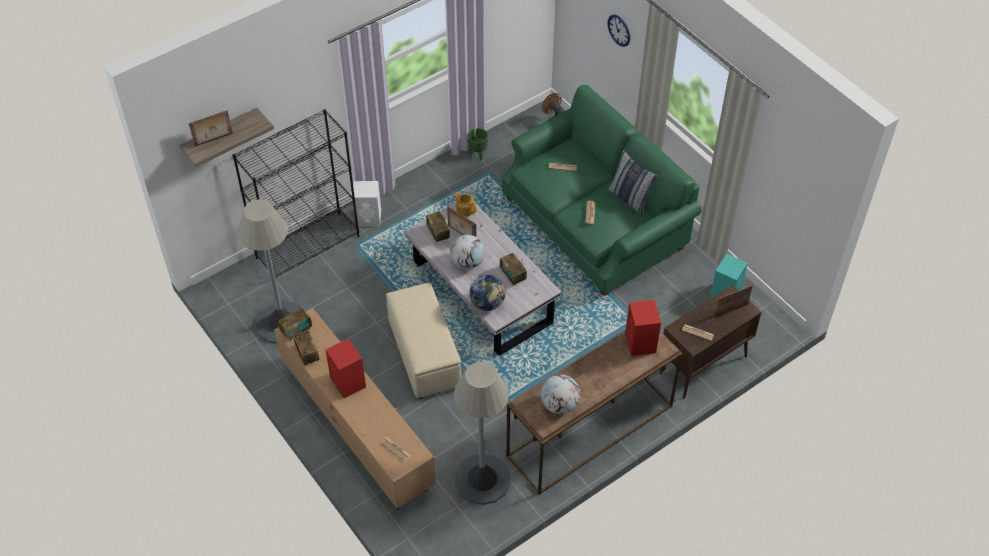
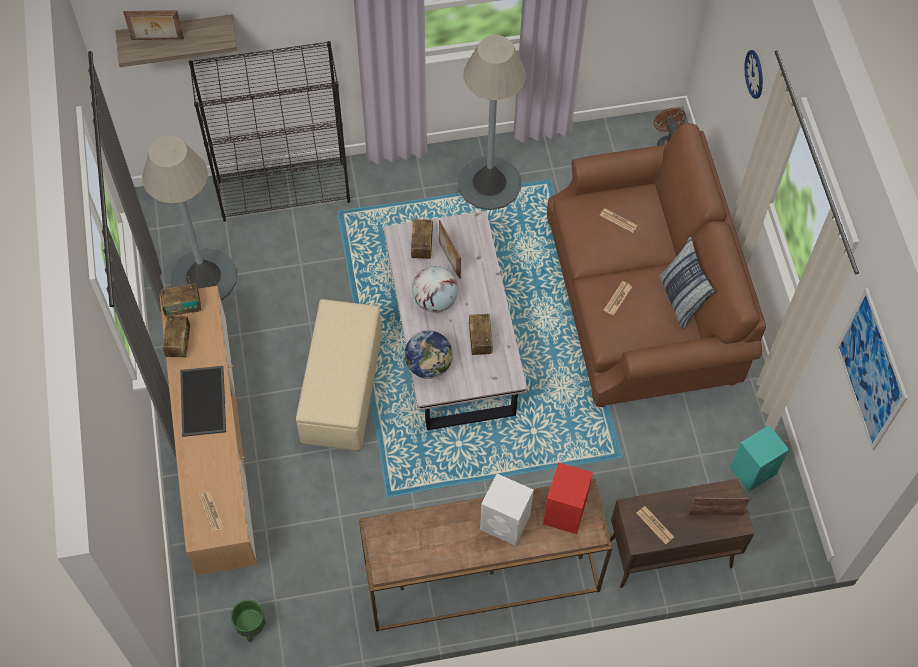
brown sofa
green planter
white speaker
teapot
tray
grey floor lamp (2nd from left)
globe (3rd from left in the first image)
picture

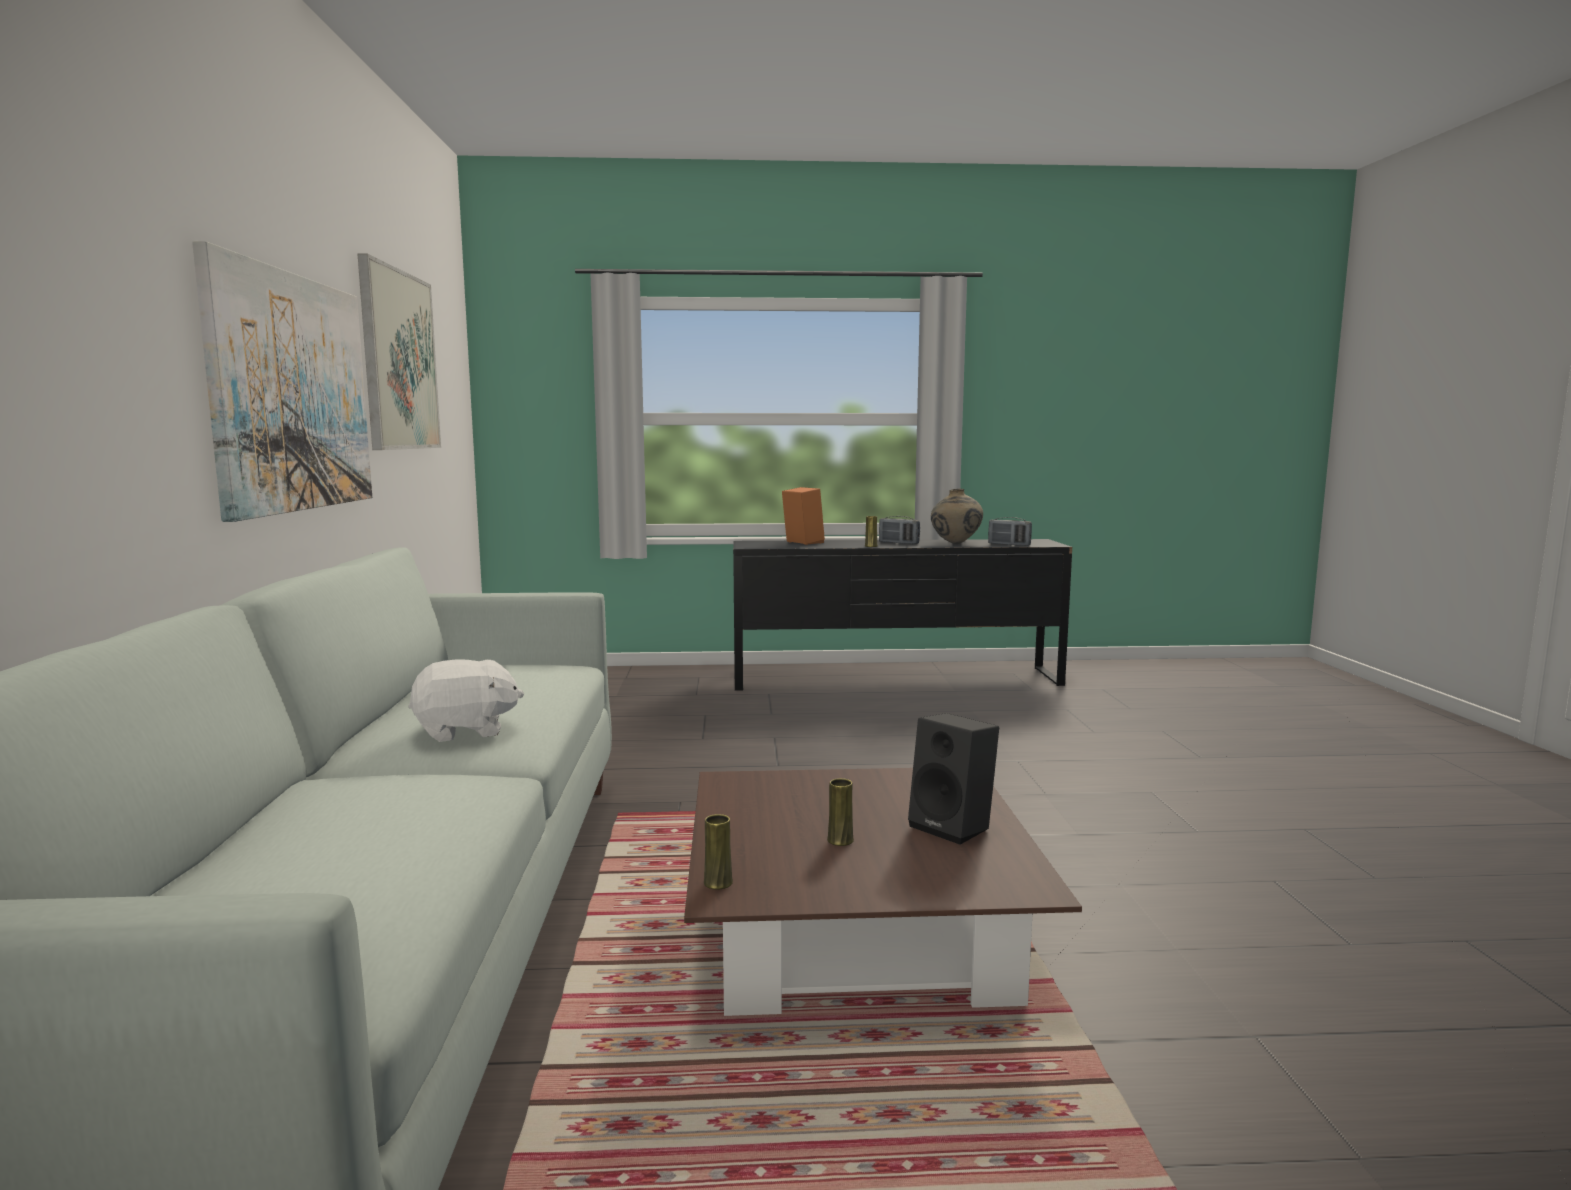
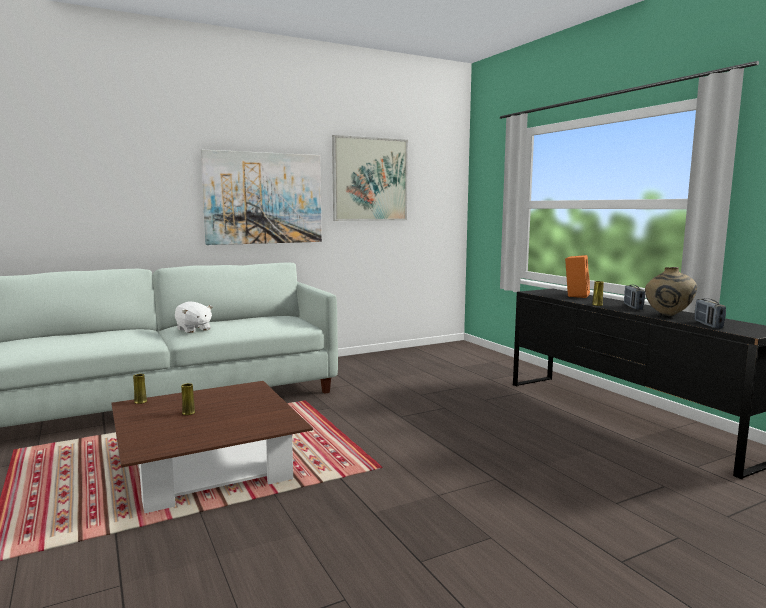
black speaker

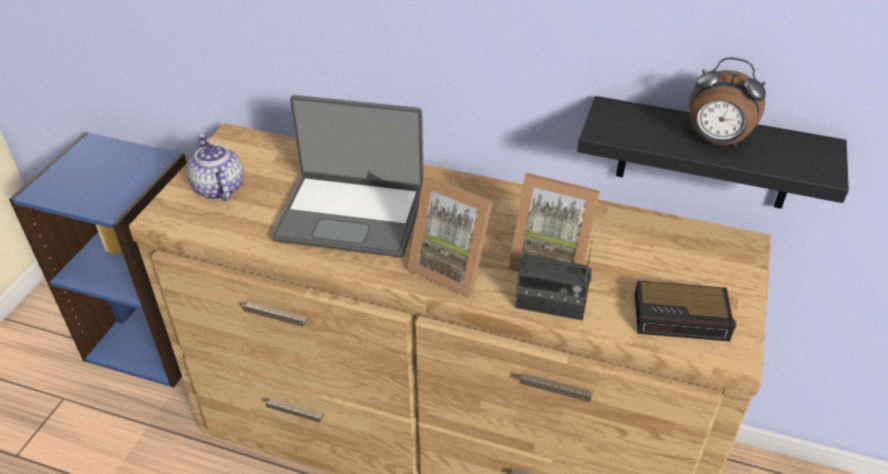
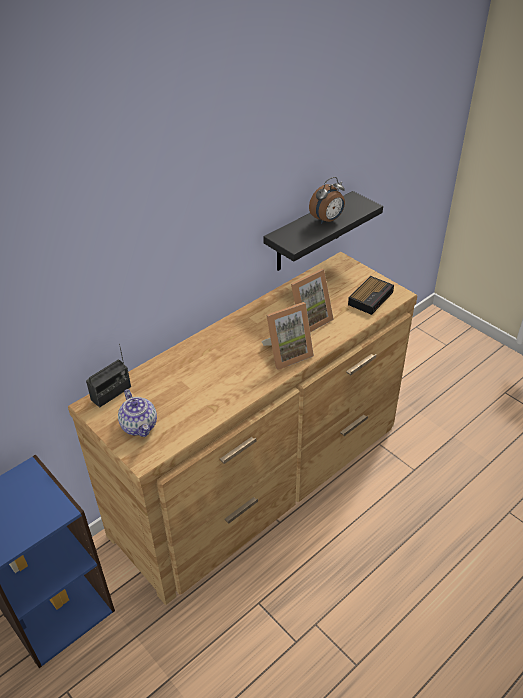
laptop
teapot
radio

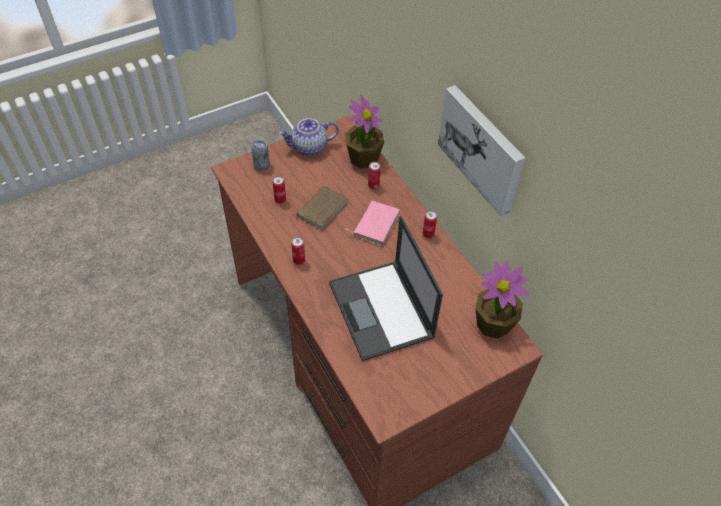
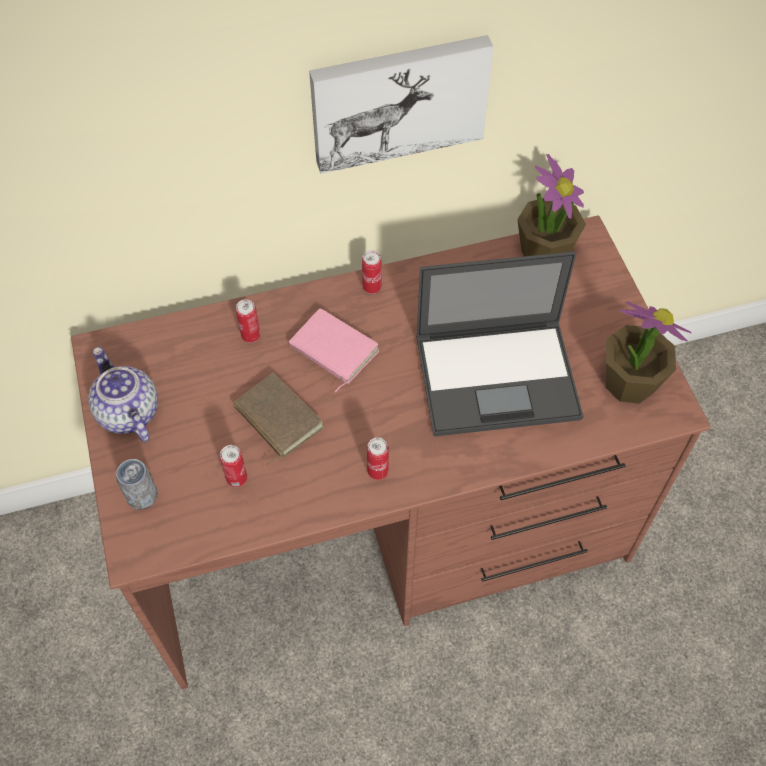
potted plant (2nd from left)
teapot

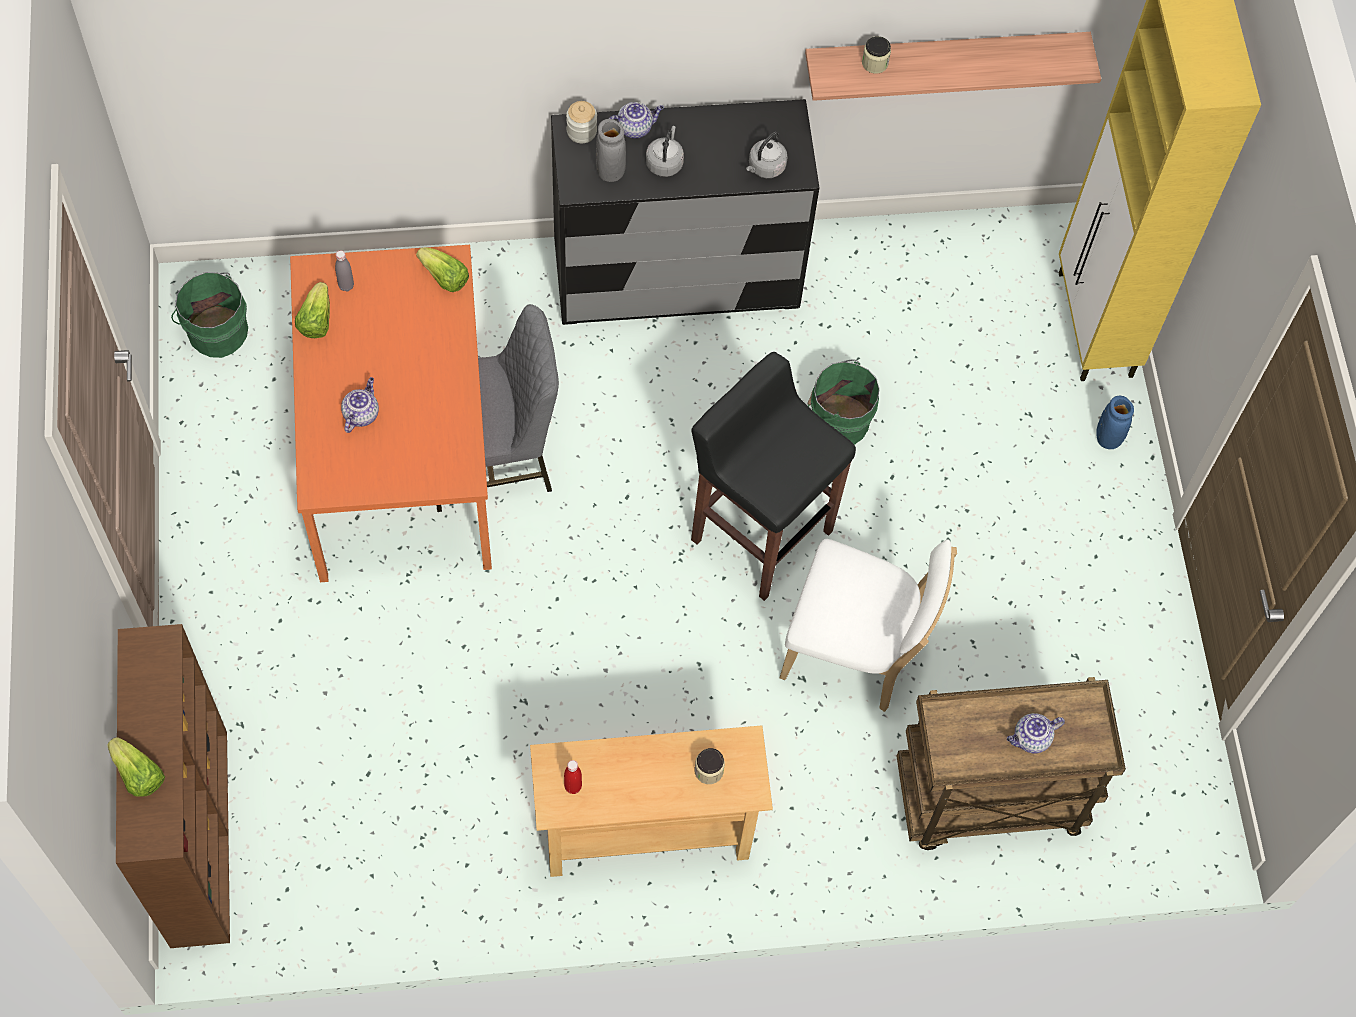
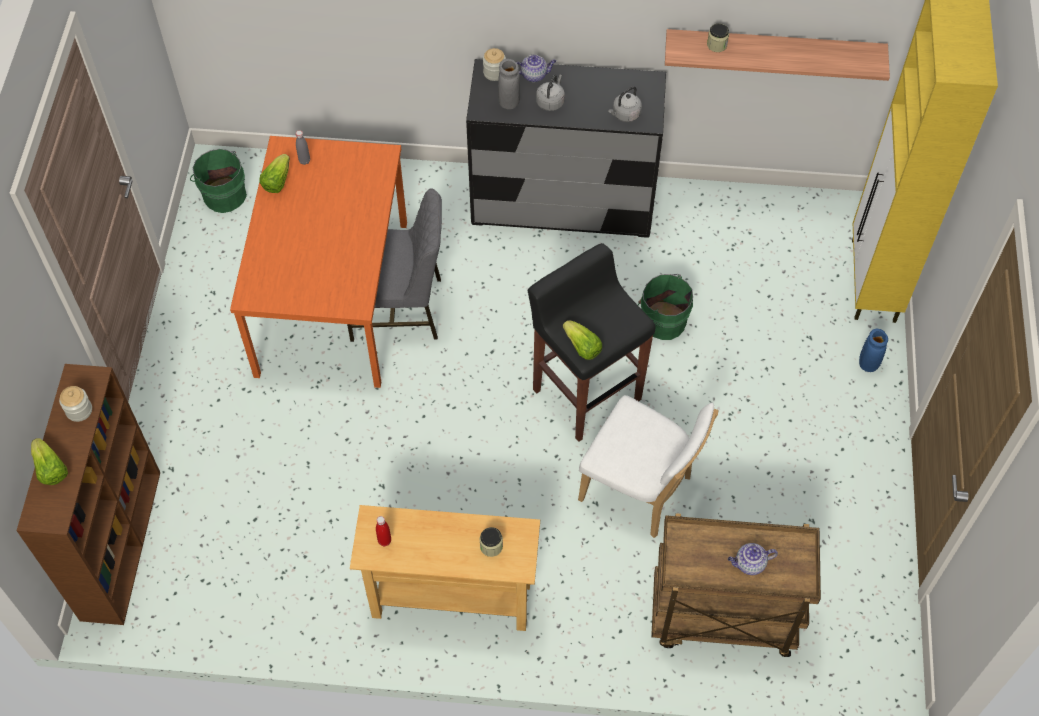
lettuce (3rd from left)
teapot (1st from left in the first image)
jar (1st from left)

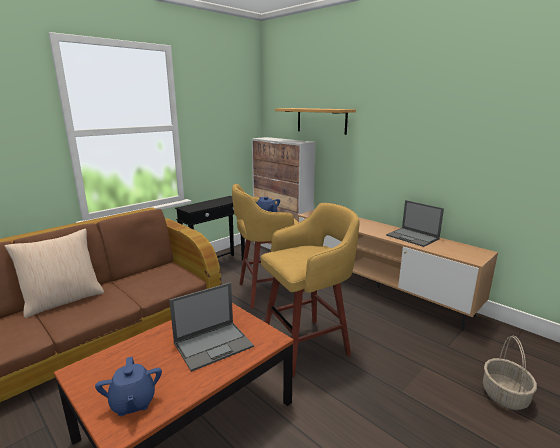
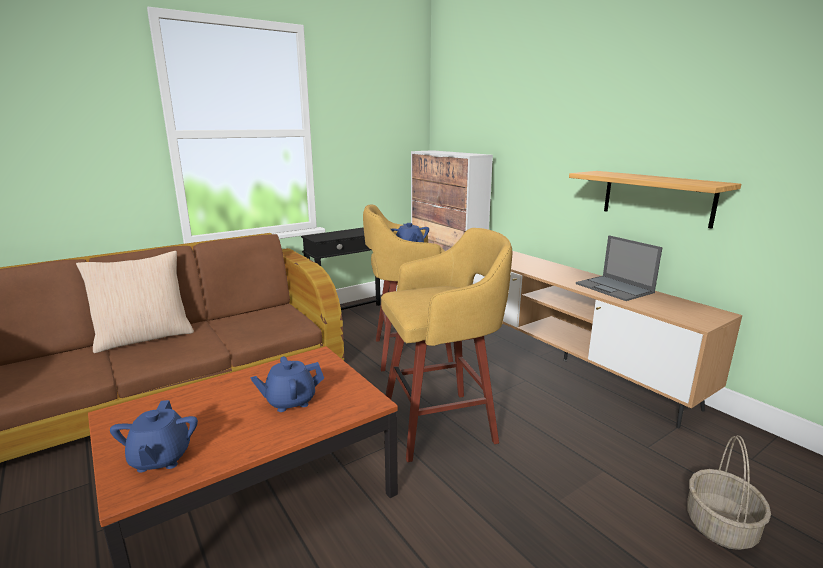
shelf
blue teapot (2nd from left)

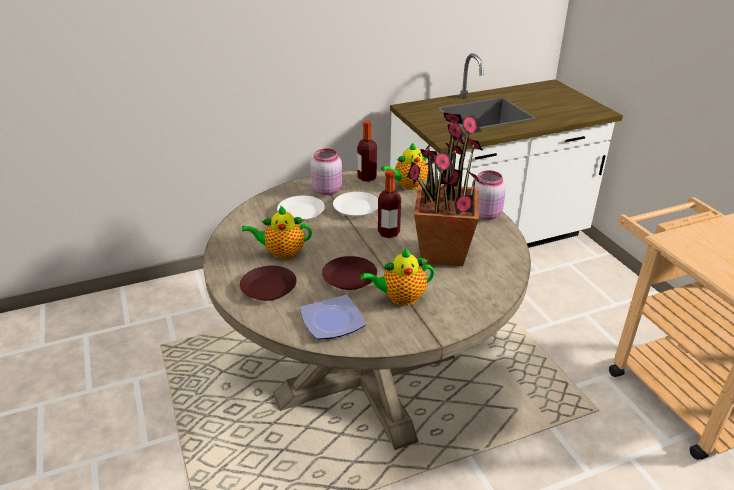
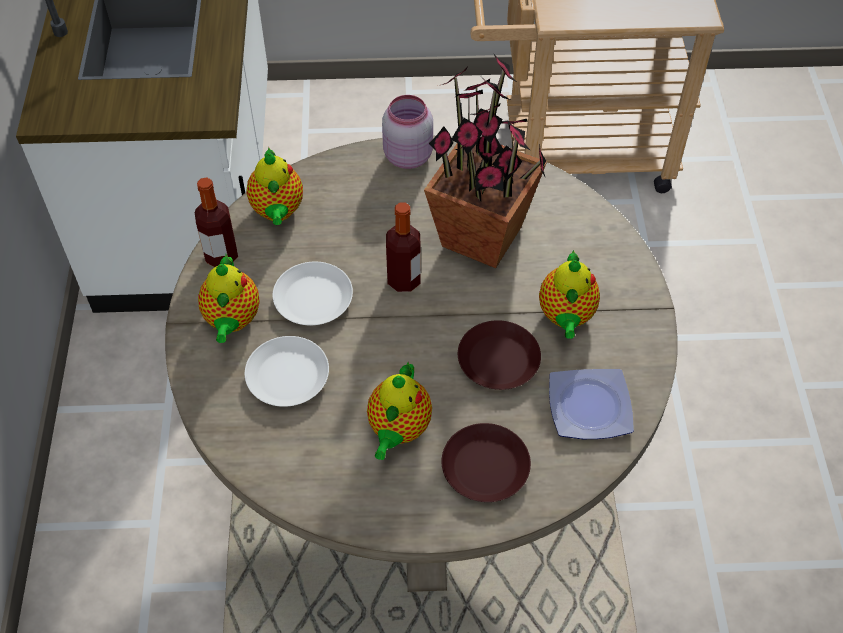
teapot (1st from left)

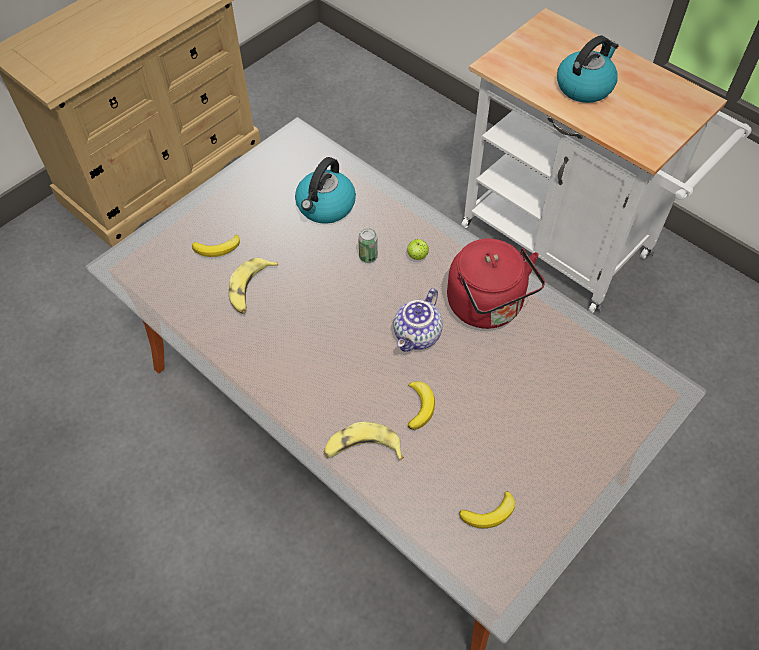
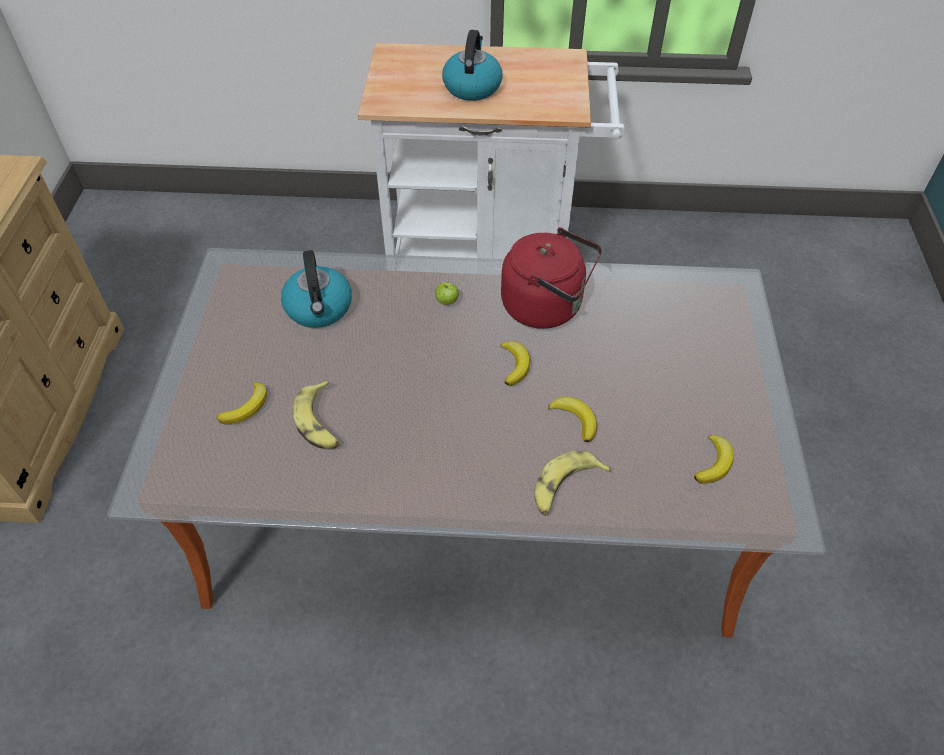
can
banana (3rd from left)

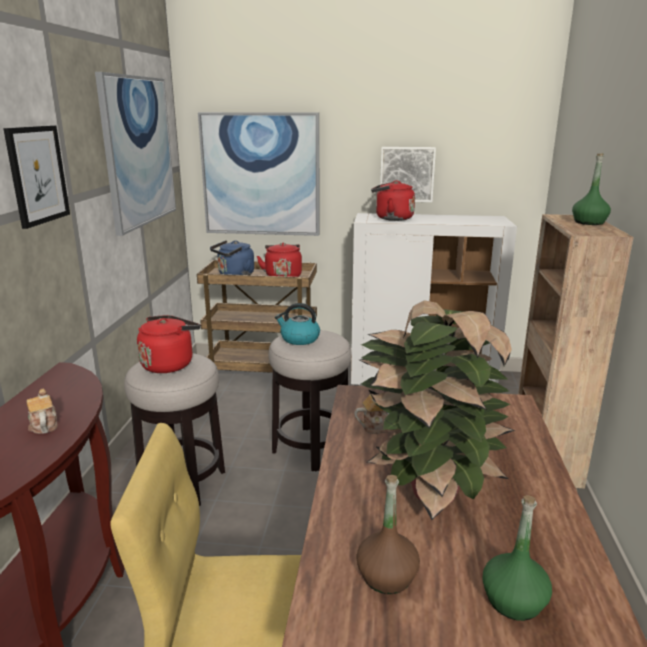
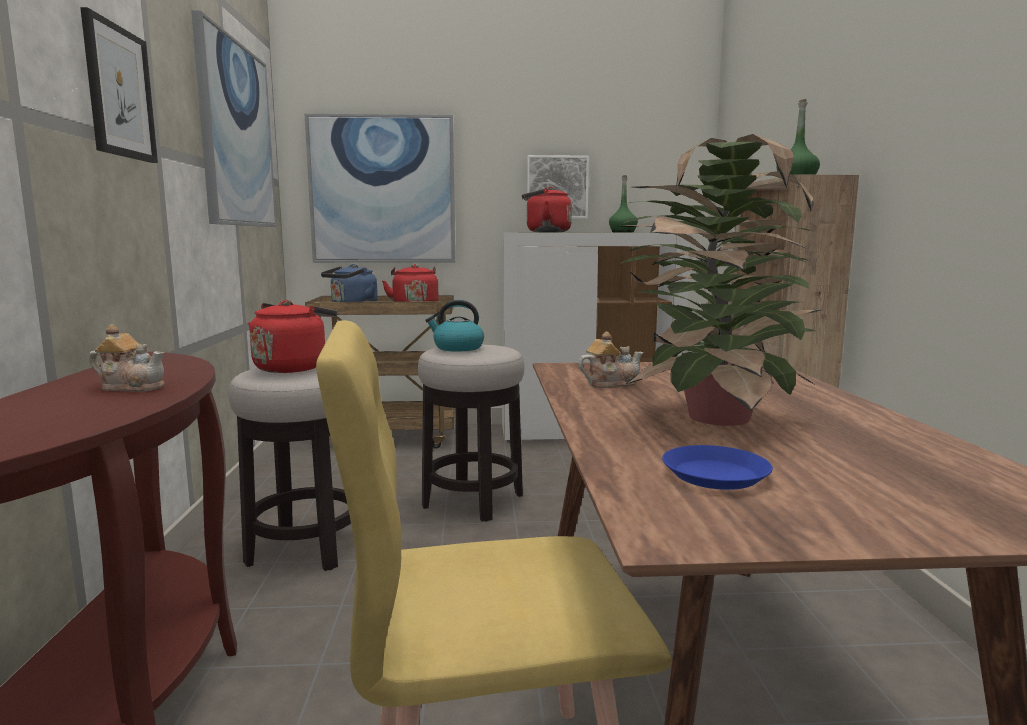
teapot (1st from left)
blue plate
green bottle (1st from left)

